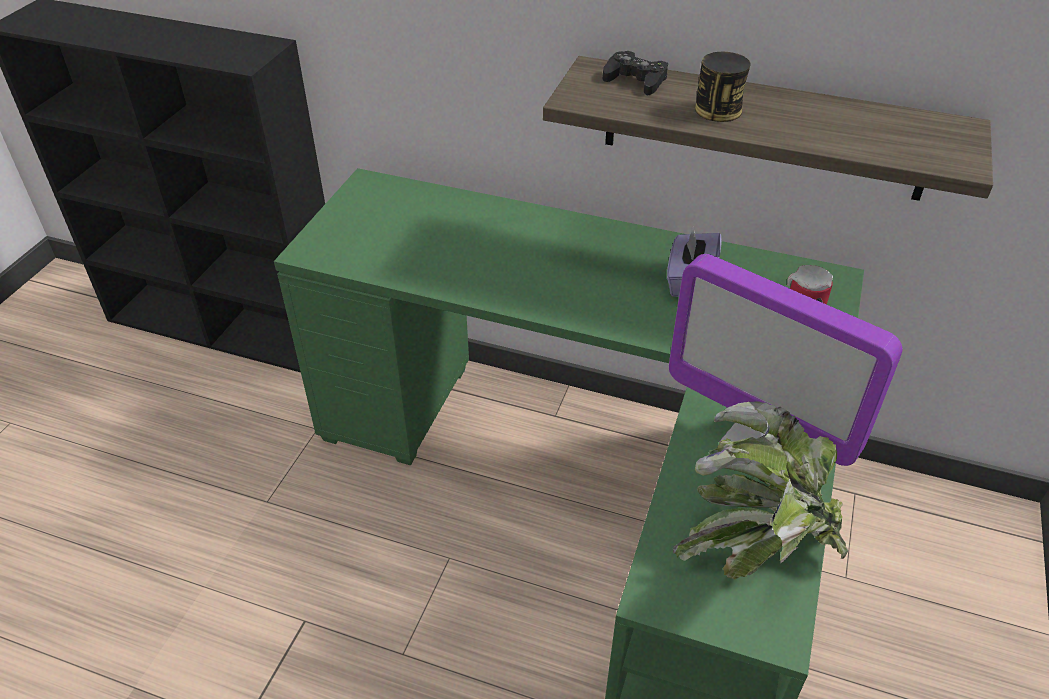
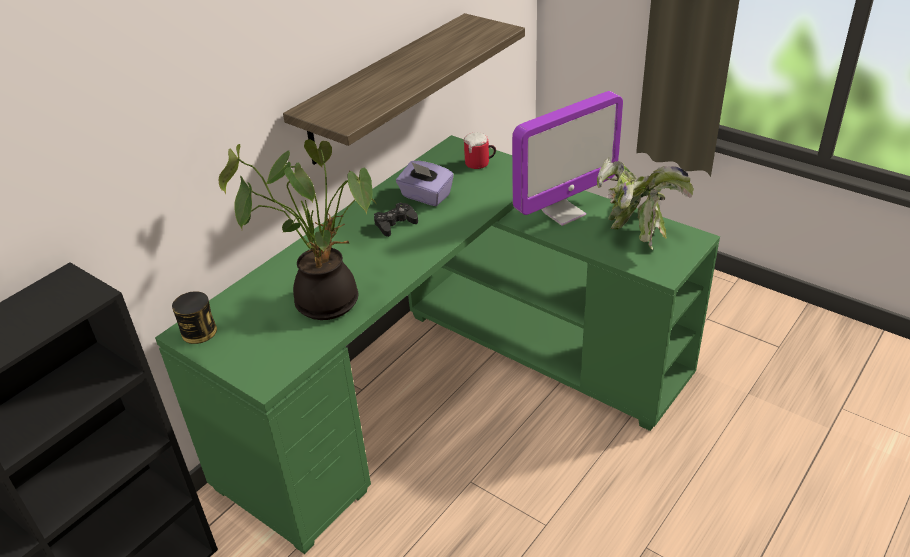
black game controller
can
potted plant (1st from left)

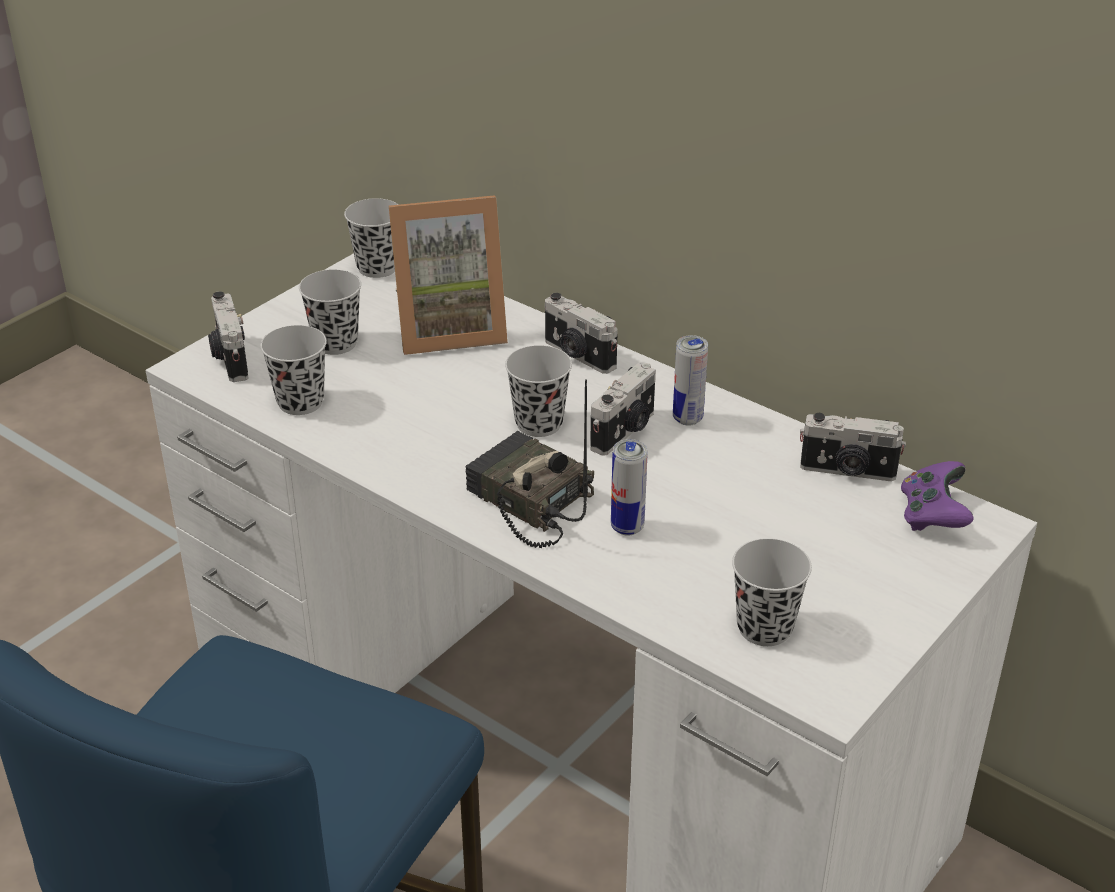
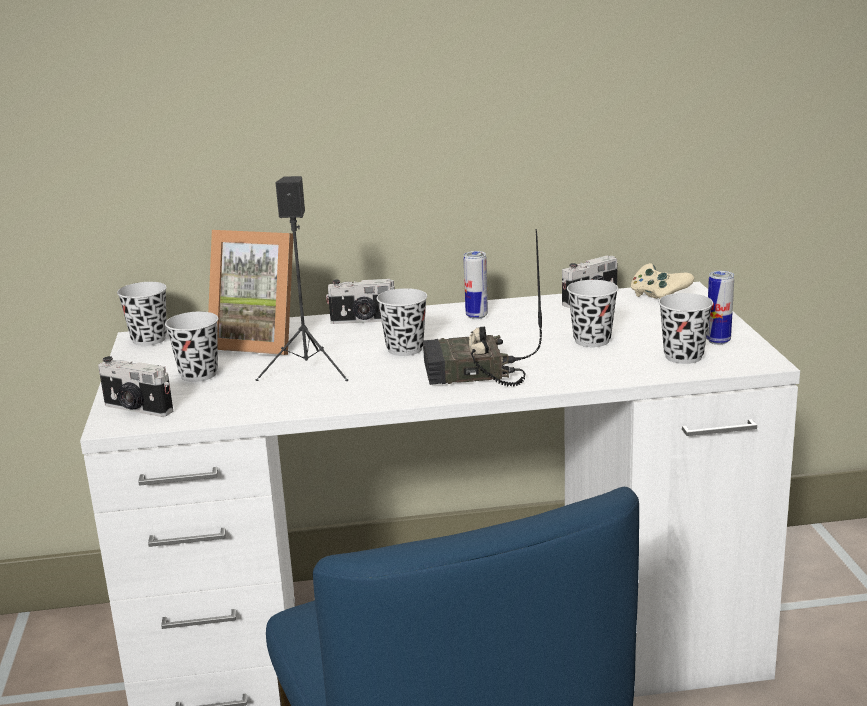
picture frame
black cup (4th from left)
photo camera (3rd from left in the first image)
can (2nd from left)
beige game controller
black speaker

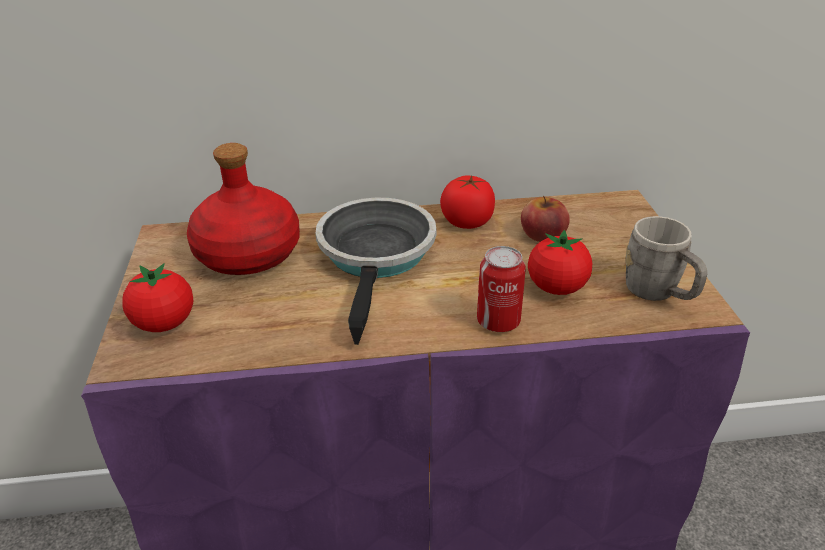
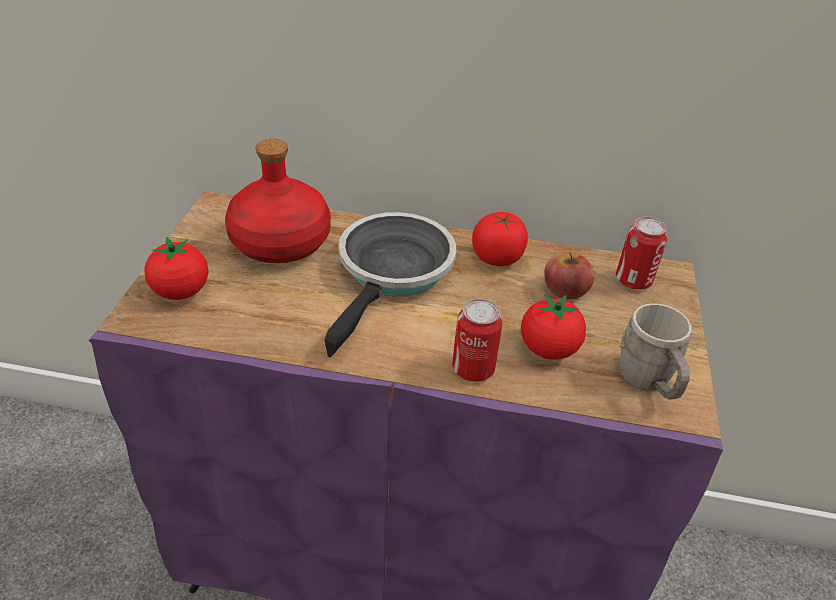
can (2nd from left)

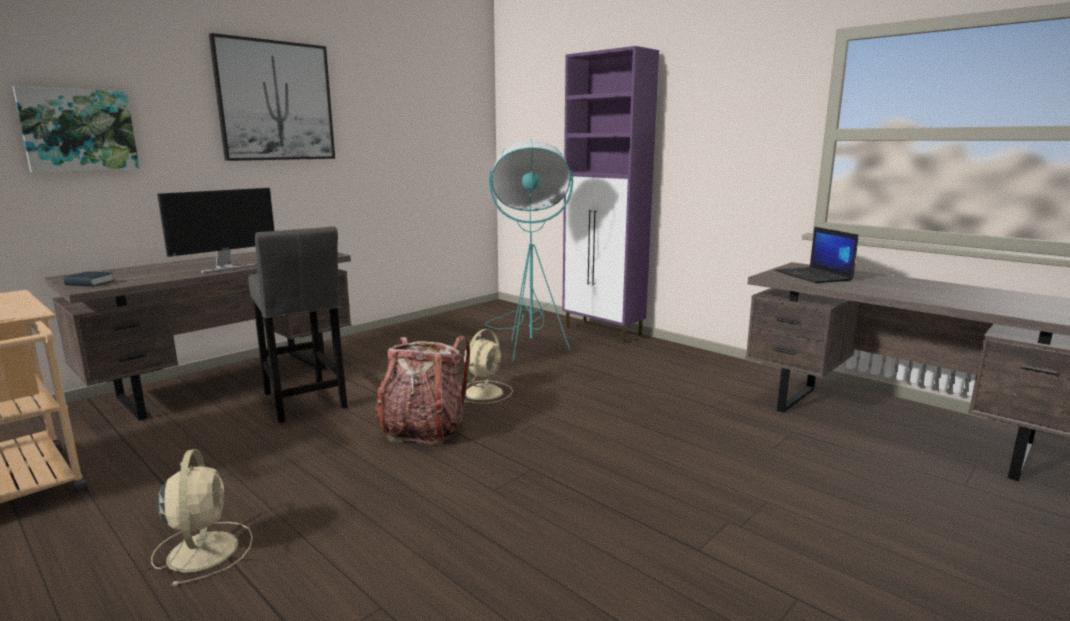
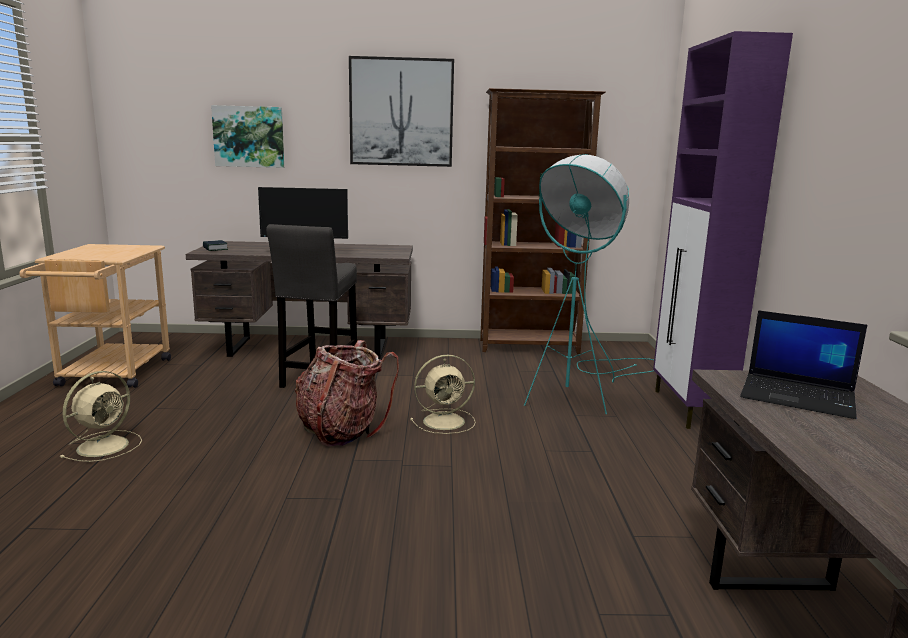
laptop
brown bookcase

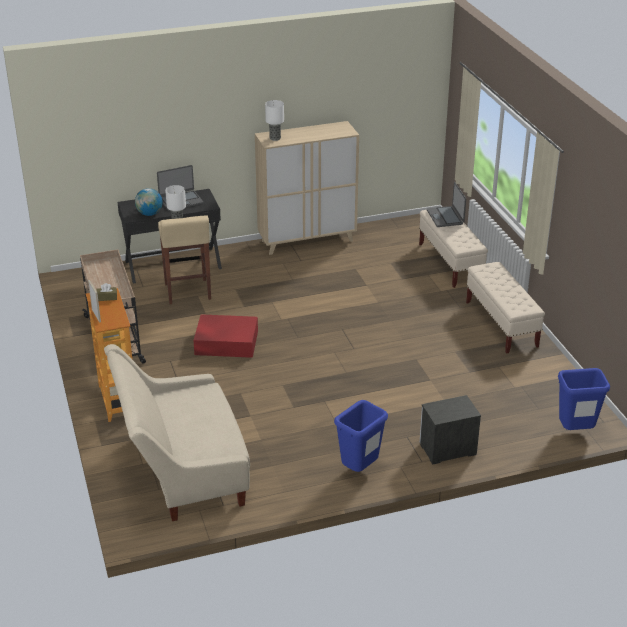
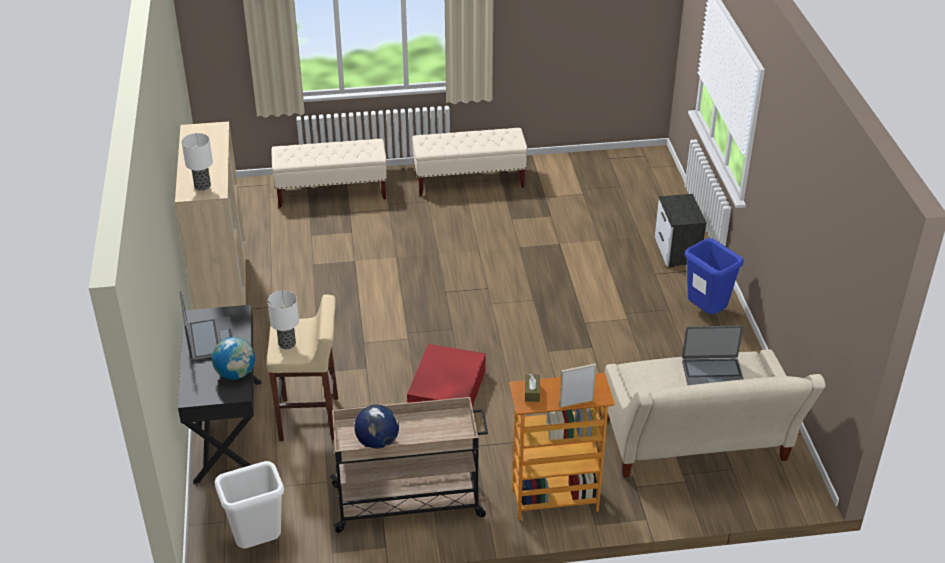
laptop (2nd from left)
blue trash can (2nd from left in the first image)
globe (2nd from left)
white trash can

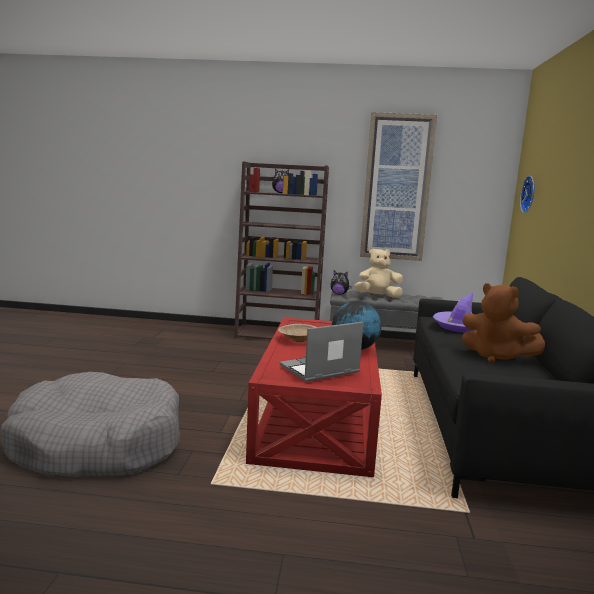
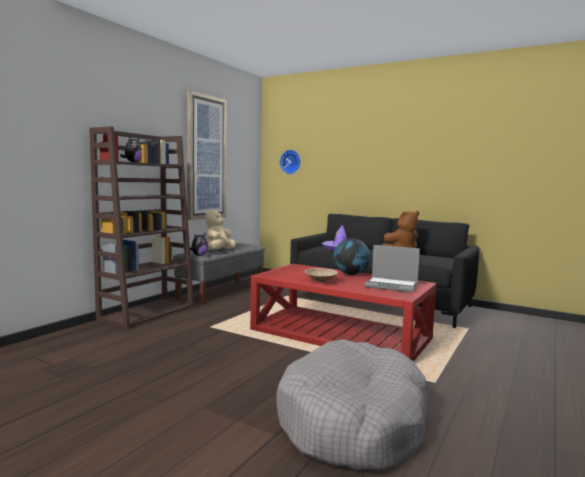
laptop

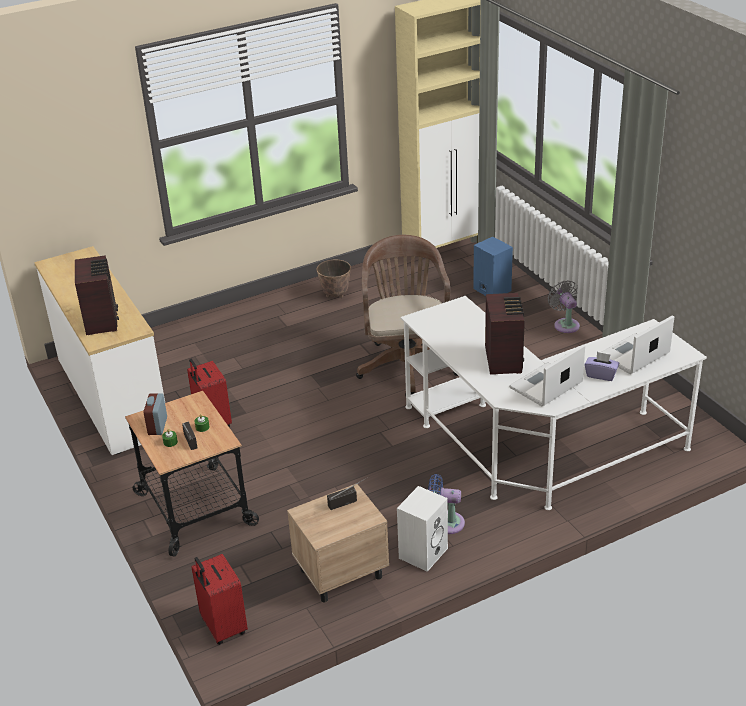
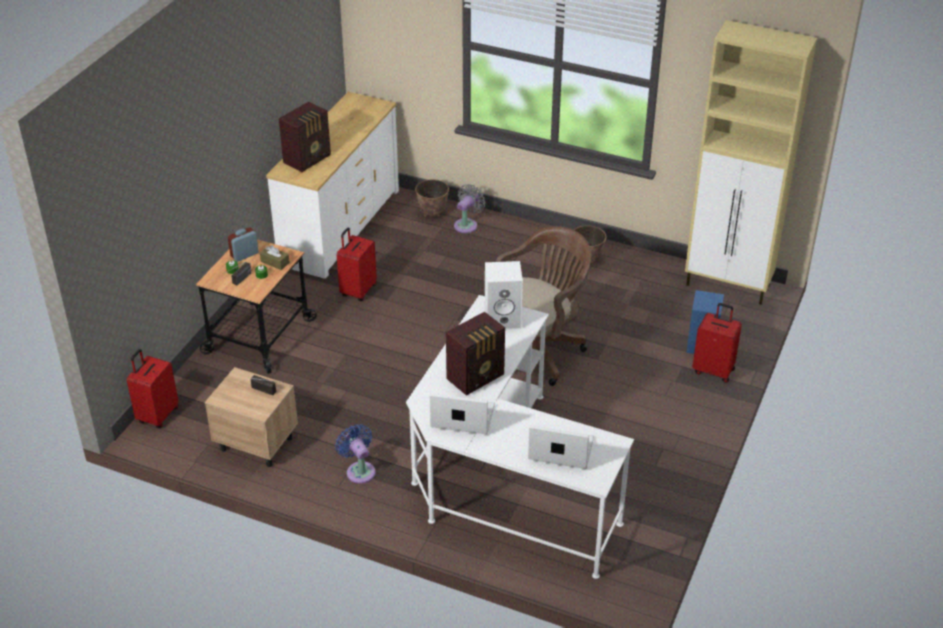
grey fan
purple tissue box
white speaker
planter (1st from left)
brown tissue box
red suitcase (3rd from left)

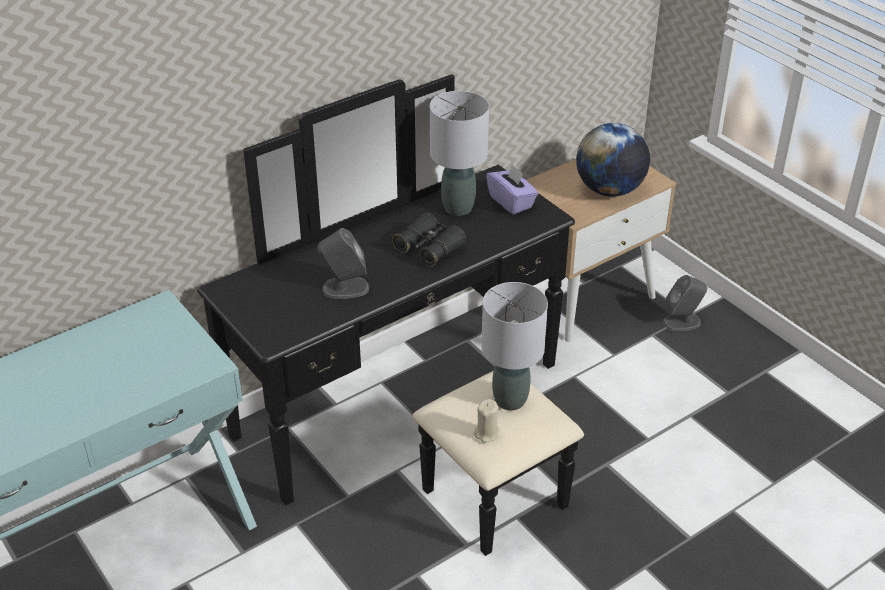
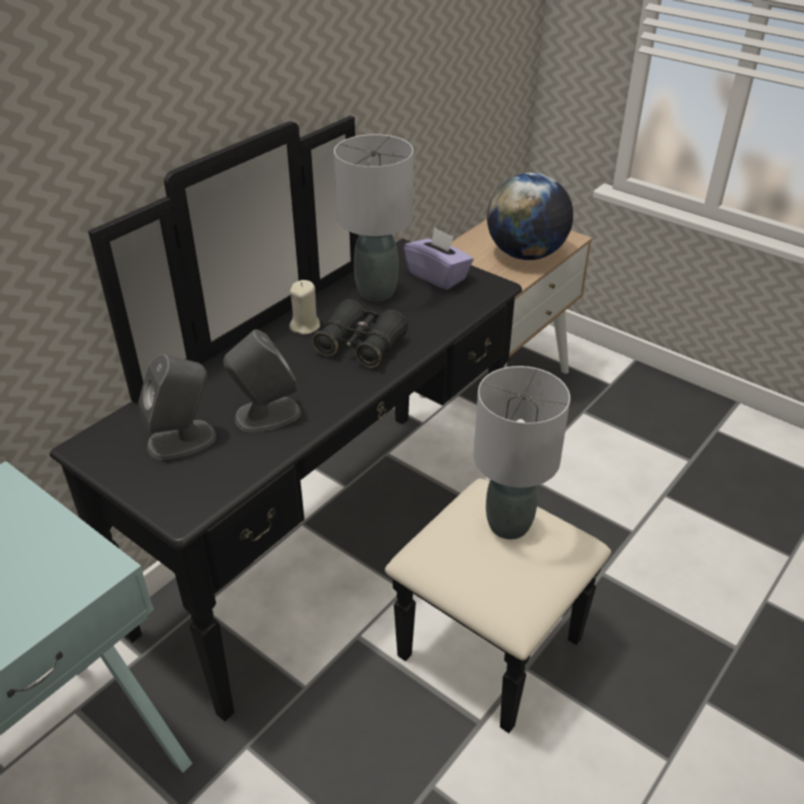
grey speaker (1st from left)
beige candle

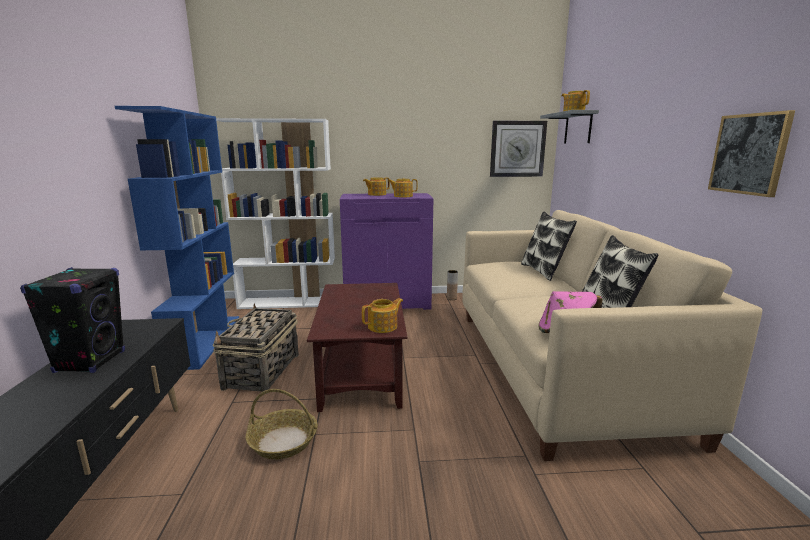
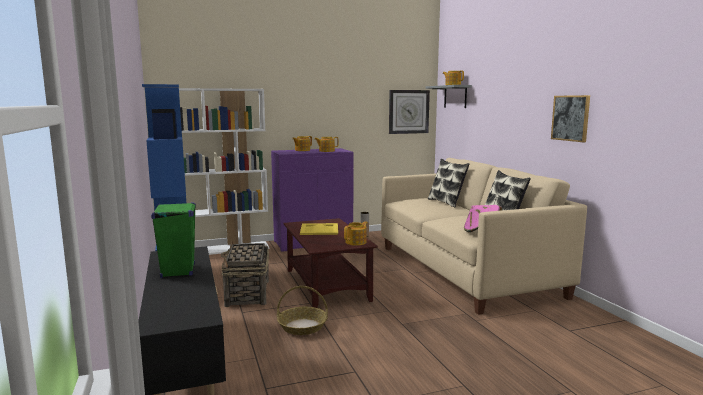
green speaker
yellow tray

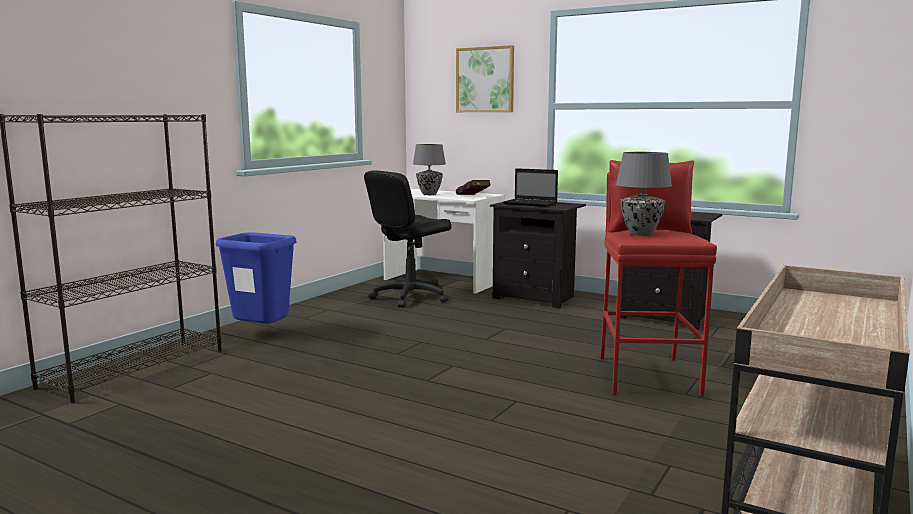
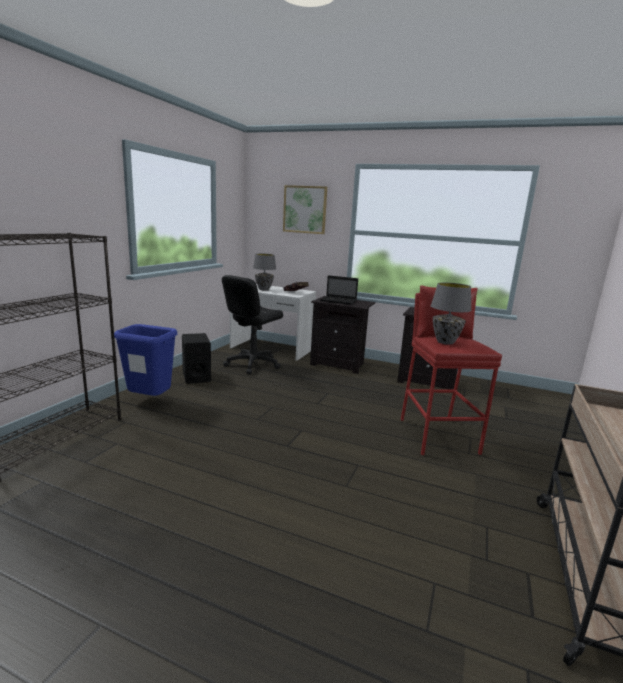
black speaker

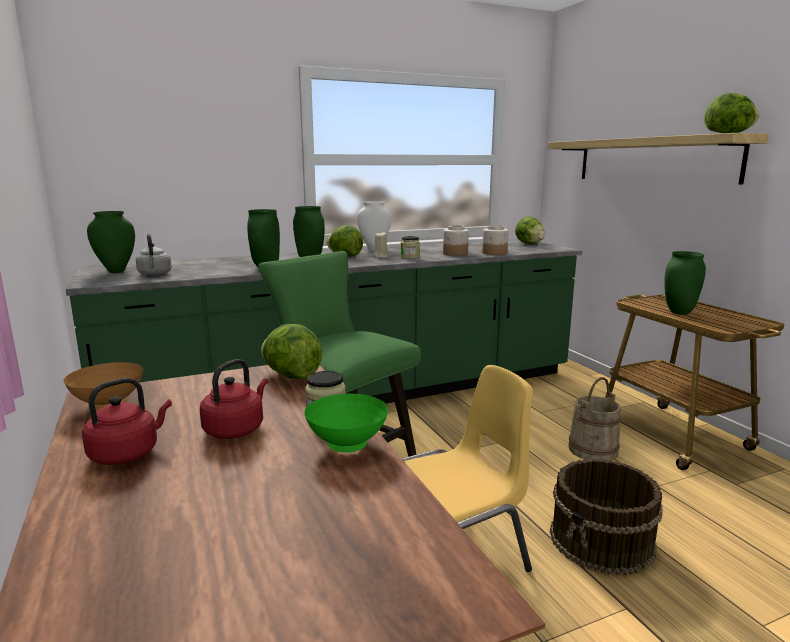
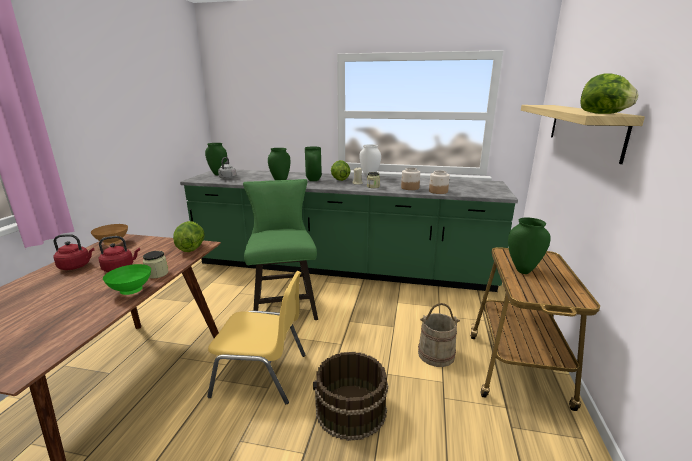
lettuce (3rd from left in the first image)

